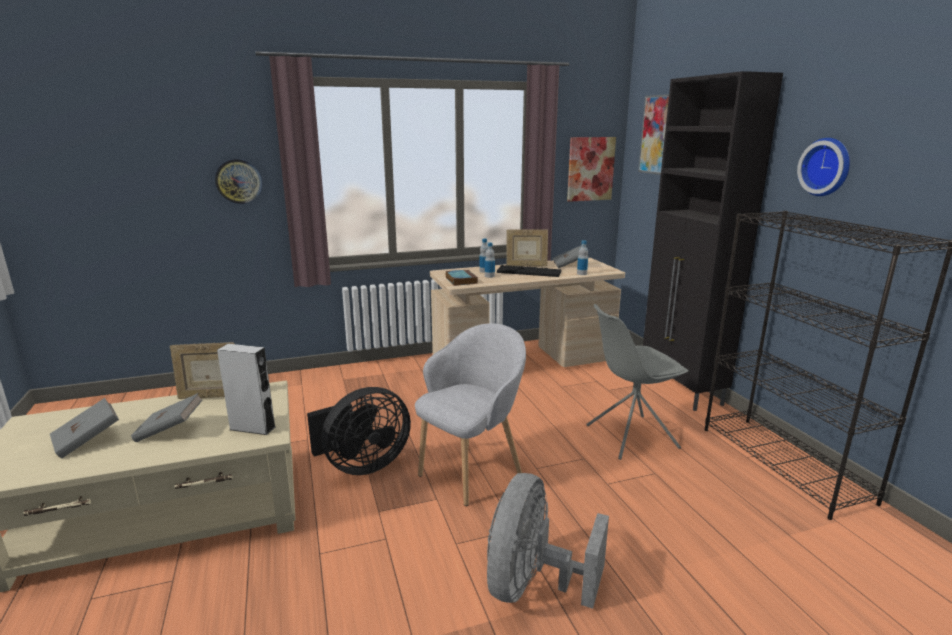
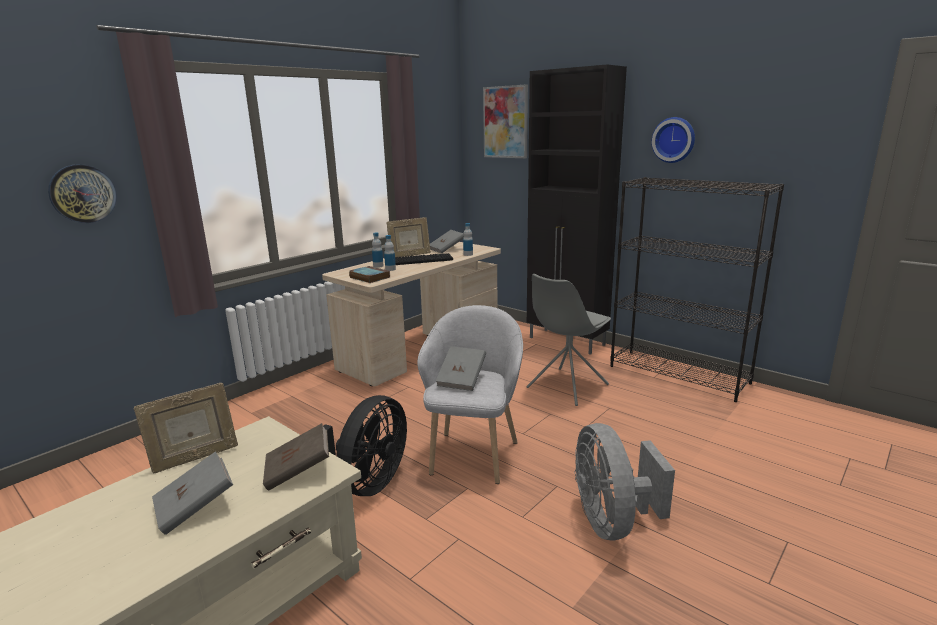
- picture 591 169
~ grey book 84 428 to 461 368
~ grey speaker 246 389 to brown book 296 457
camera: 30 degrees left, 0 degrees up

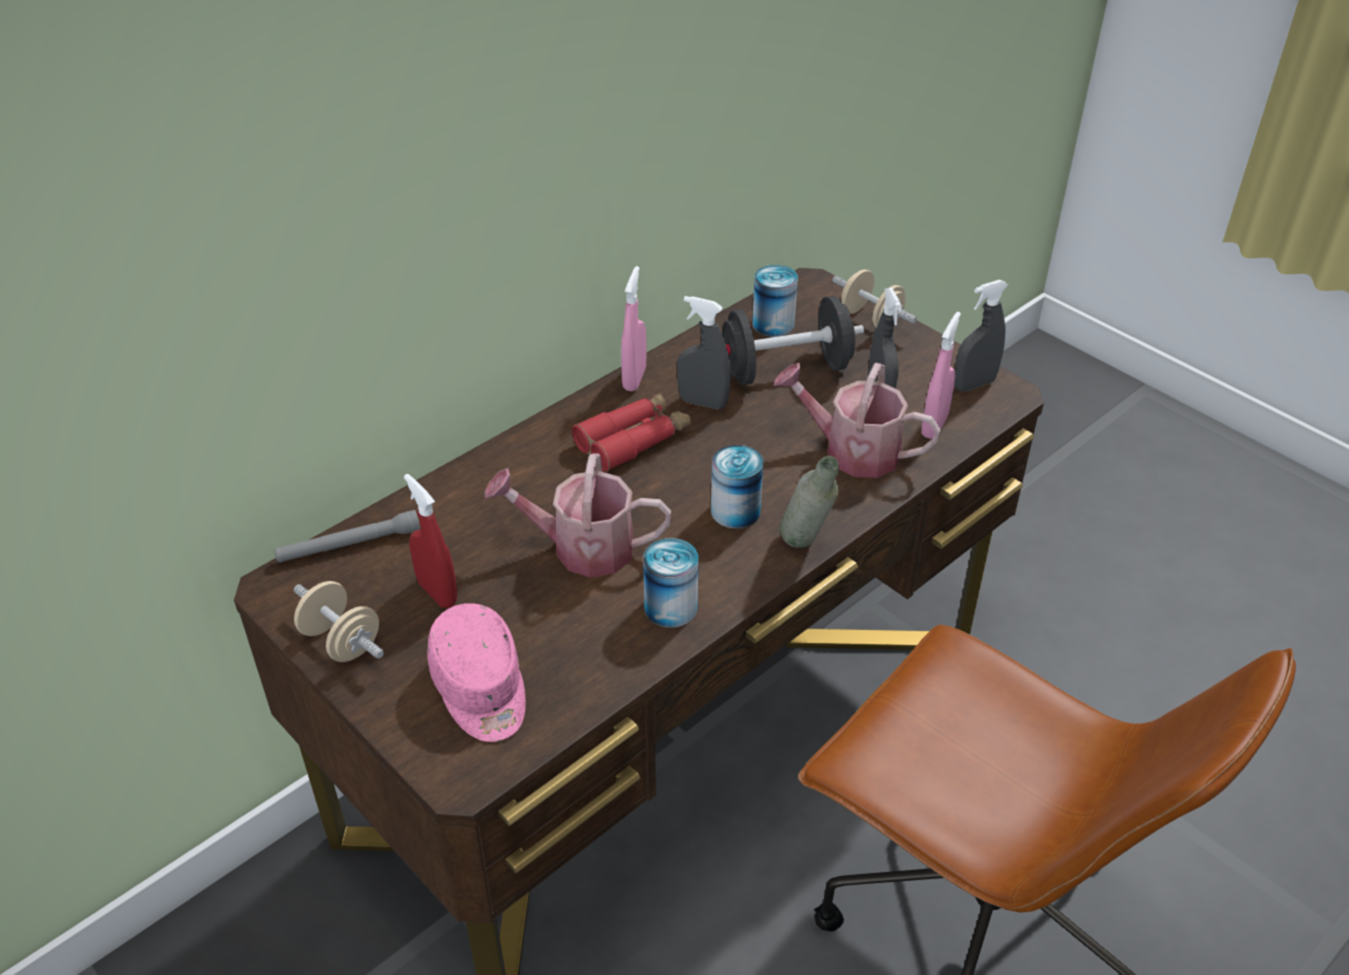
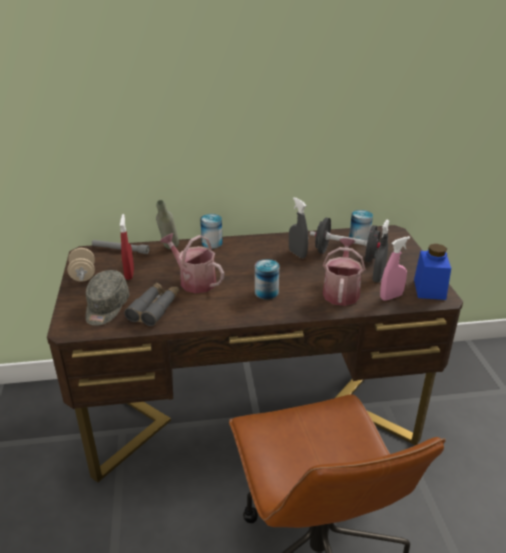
- red binoculars 631 432
- pink spray bottle 633 328
- beige dumbbell 875 299
+ grey binoculars 151 304
~ can 670 583 to 211 231
~ grey bottle 809 502 to 167 224
~ grey spray bottle 981 336 to blue jar 432 272
~ pink cap 477 672 to grey cap 107 298
~ watering can 857 420 = 344 272 45 degrees clockwise
camera: 35 degrees right, 10 degrees down

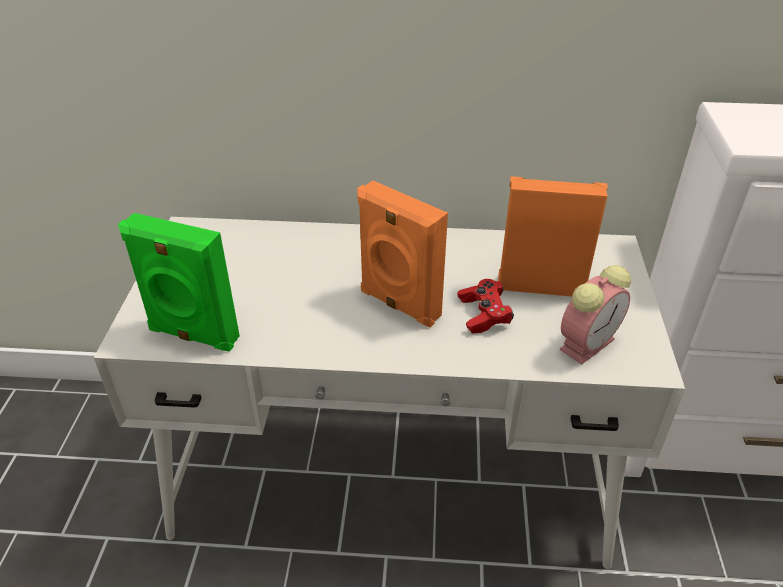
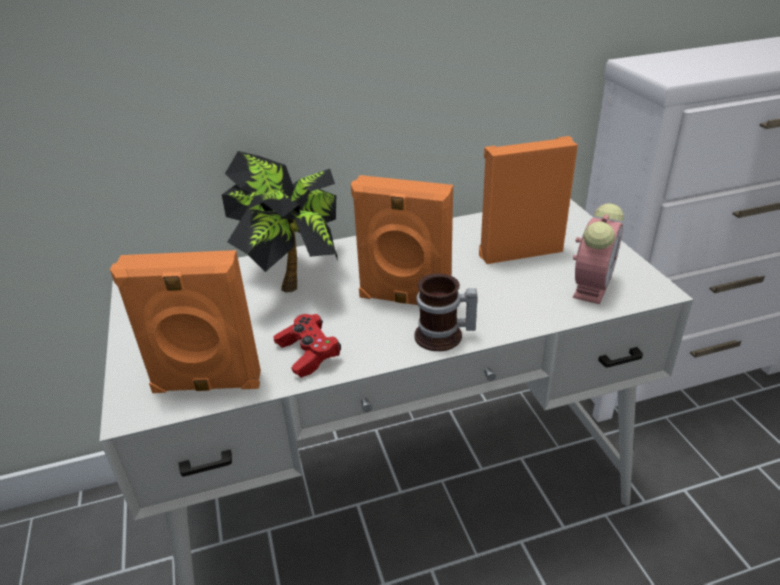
+ potted plant 280 221
+ mug 446 312
~ red game controller 485 306 to 307 346
~ green speaker 179 282 to orange speaker 185 321
camera: 20 degrees left, 5 degrees down

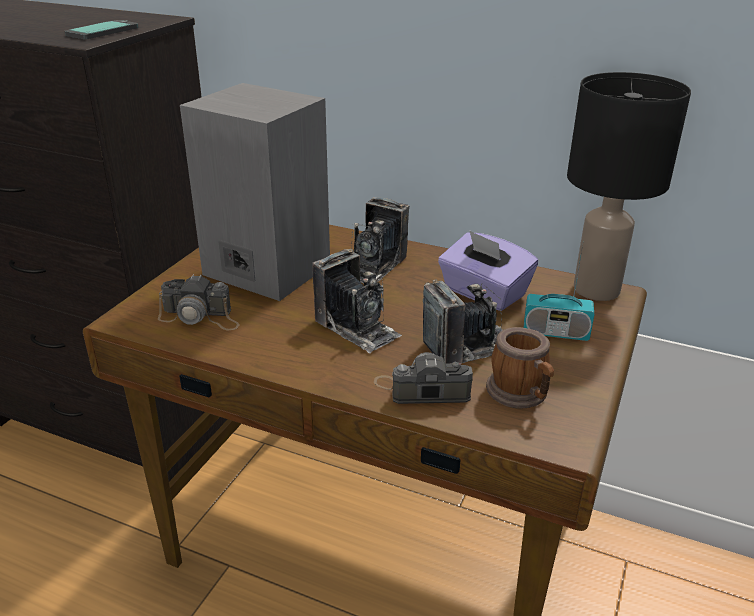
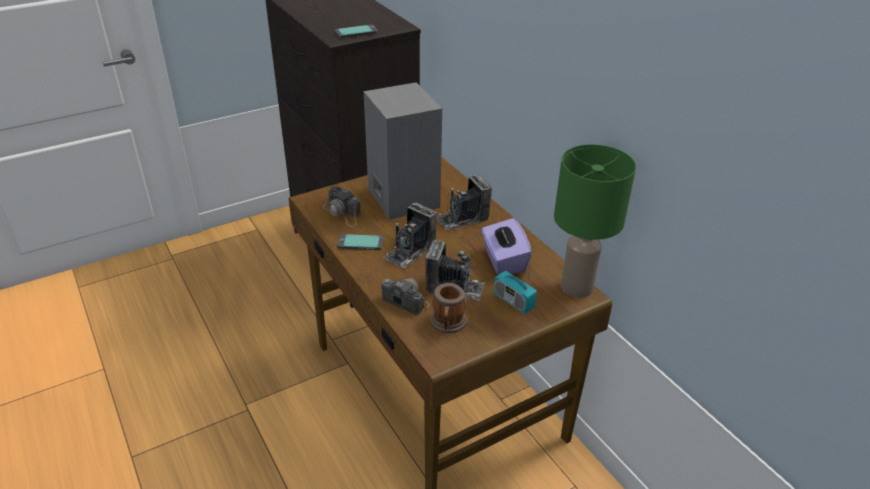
+ phone 360 242
~ black table lamp 629 186 to green table lamp 595 221
~ photo camera 357 301 = 410 235 45 degrees clockwise
camera: 35 degrees right, 5 degrees up

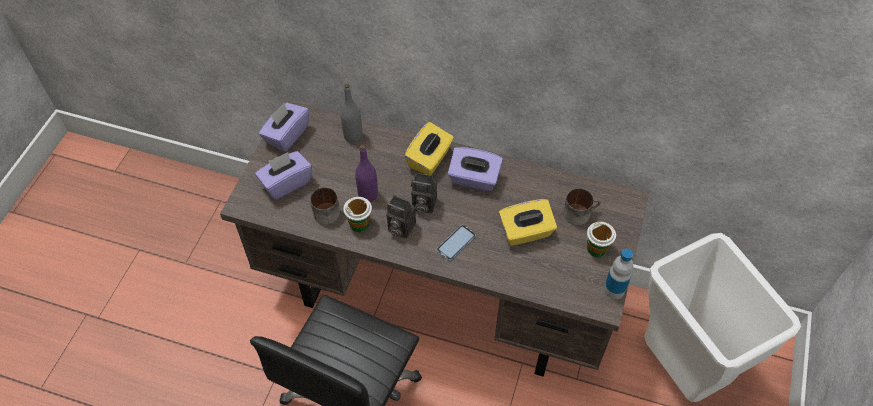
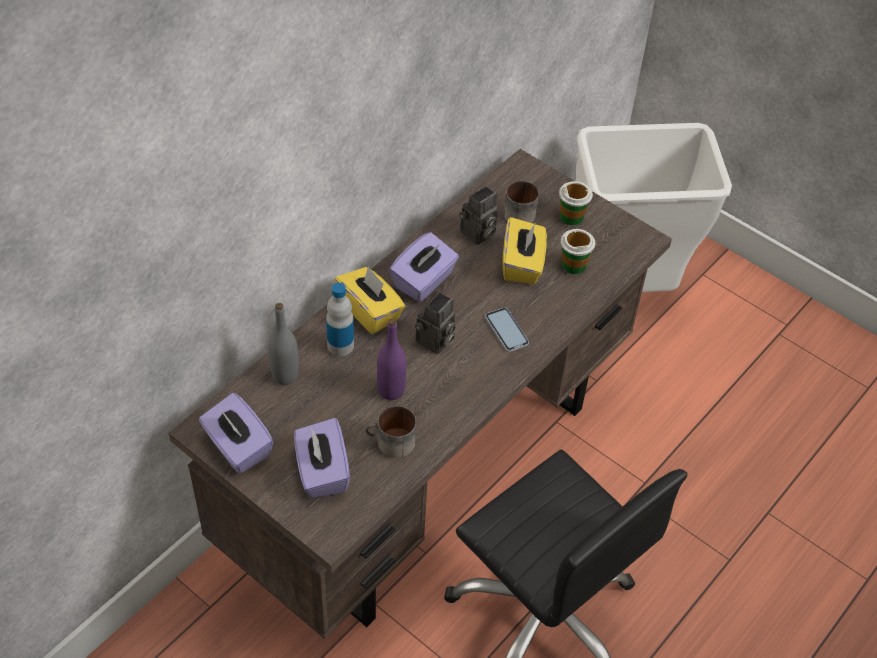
~ cup 357 214 to 578 251
~ photo camera 401 217 to 478 215
~ bottle 618 274 to 340 319
camera: 70 degrees left, 5 degrees down

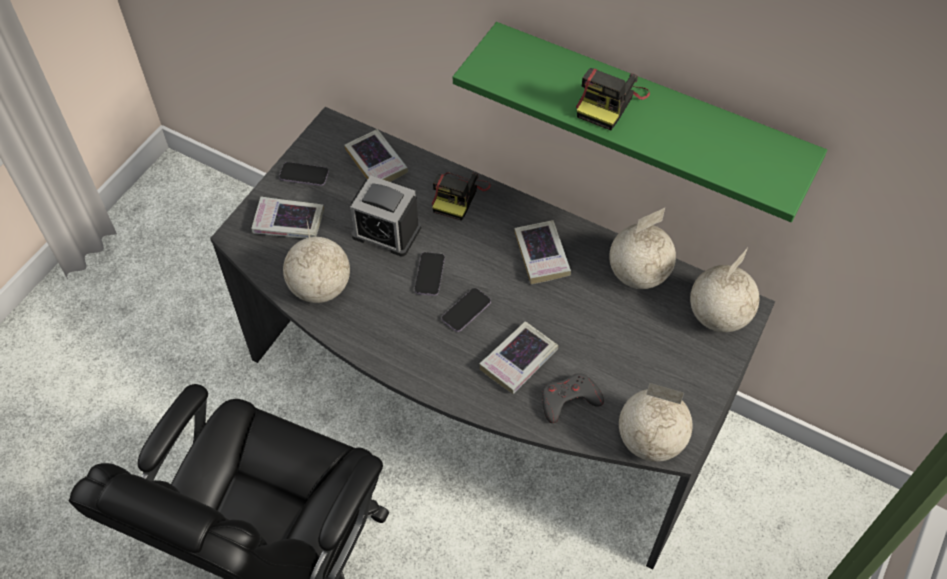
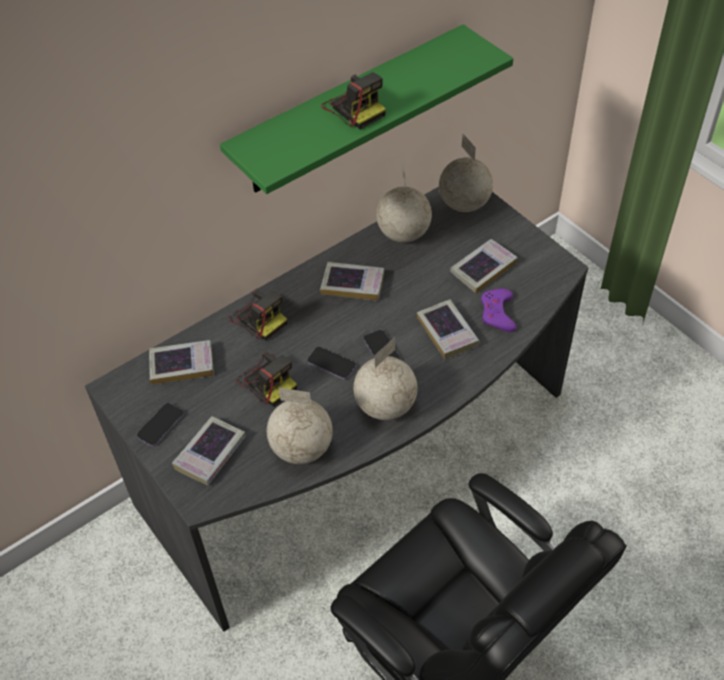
+ book 484 266
~ globe 655 422 to 386 378
~ alarm clock 385 216 to photo camera 266 378
~ grey game controller 573 398 to purple game controller 498 310
camera: 65 degrees left, 5 degrees down

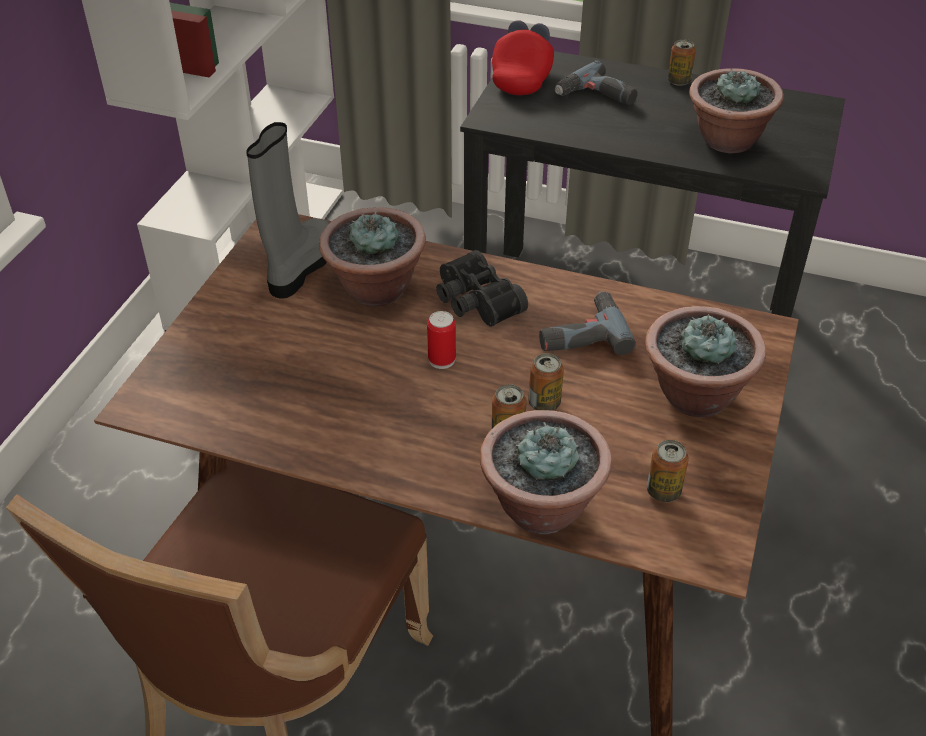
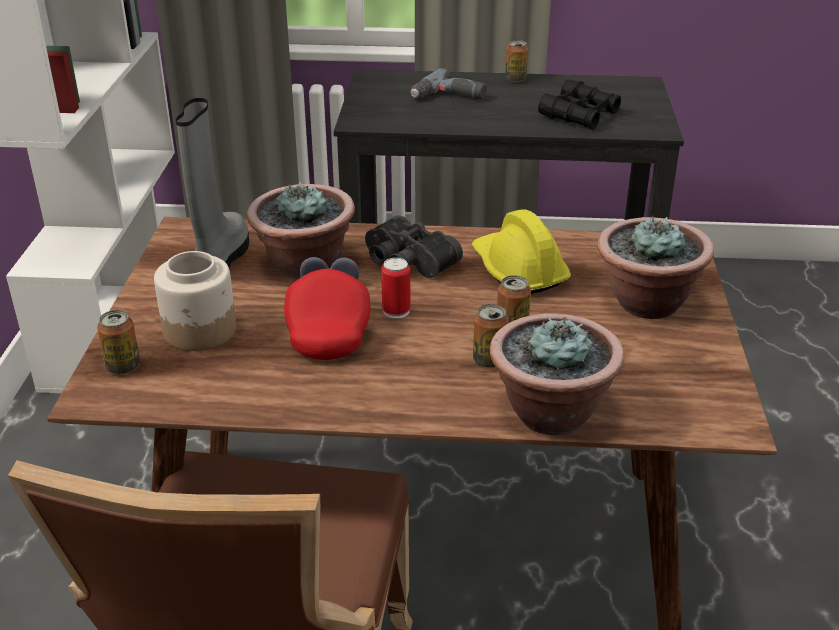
+ jar 195 301
~ red cap 523 57 to 327 308
~ can 668 471 to 118 342
~ power drill 587 323 to yellow hard hat 521 251
~ potted plant 736 110 to black binoculars 579 104
camera: 15 degrees left, 10 degrees down

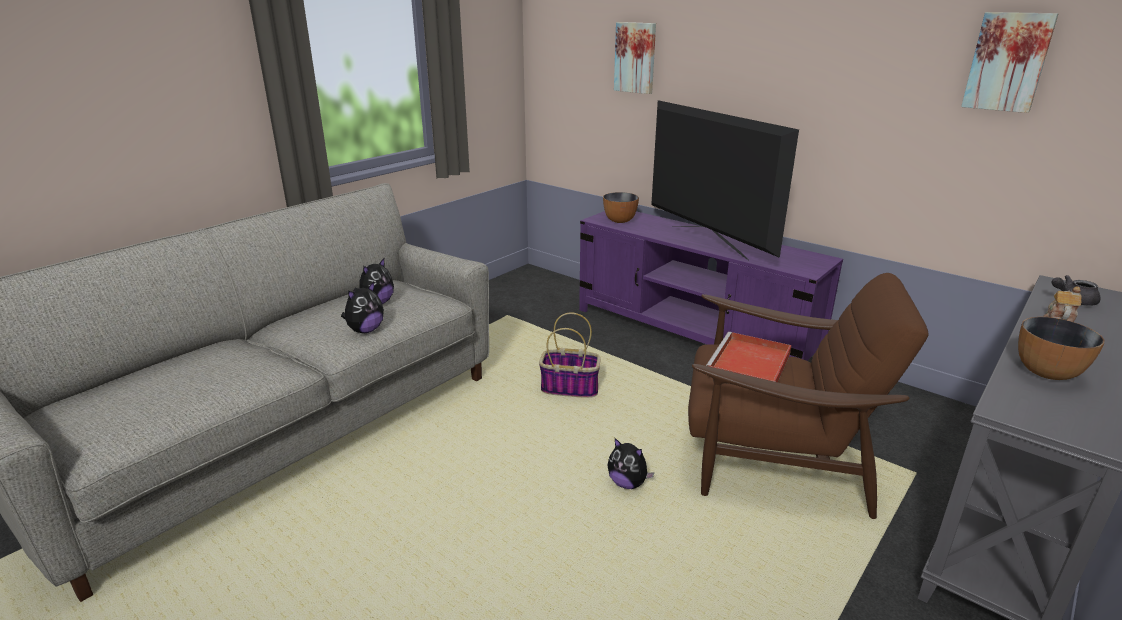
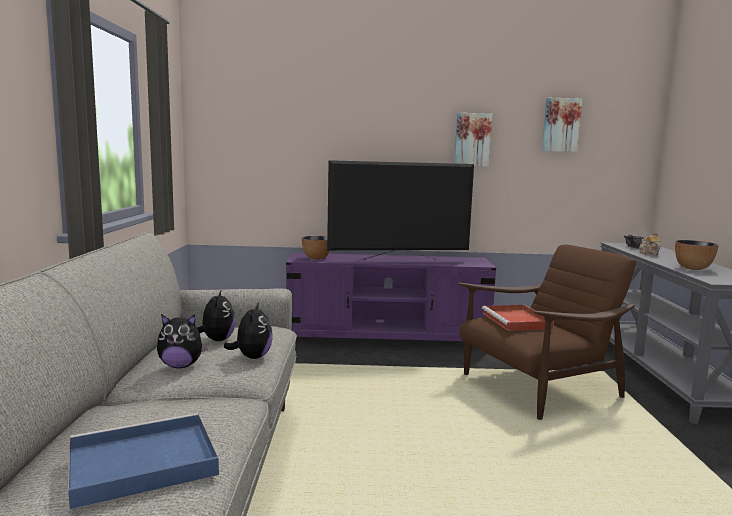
- basket 569 355
+ blue tray 143 461
~ plush toy 631 463 to 182 341
~ picture 635 58 to 473 140
~ television 725 180 = 400 211 150 degrees clockwise
camera: 40 degrees left, 15 degrees down

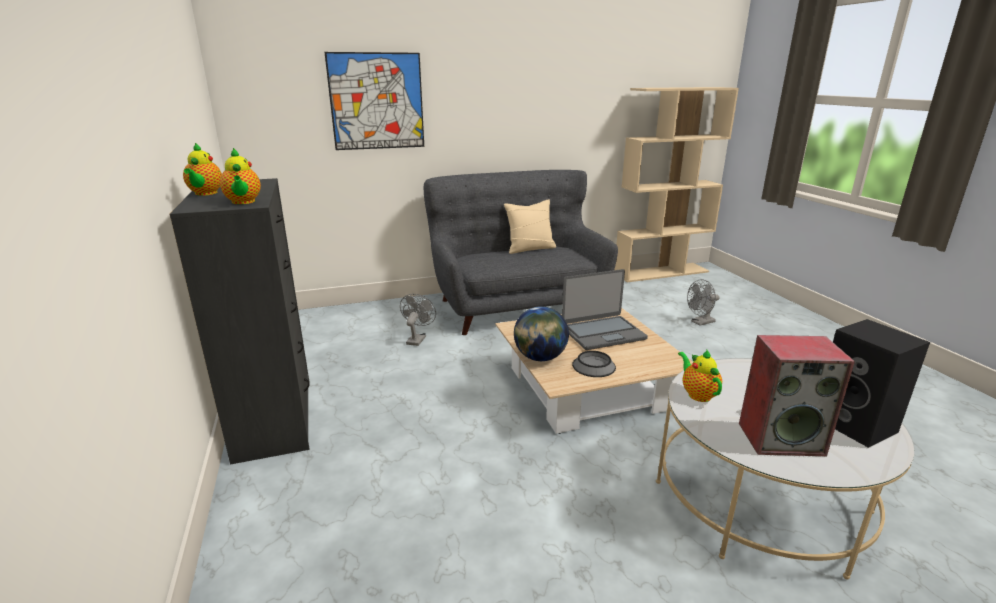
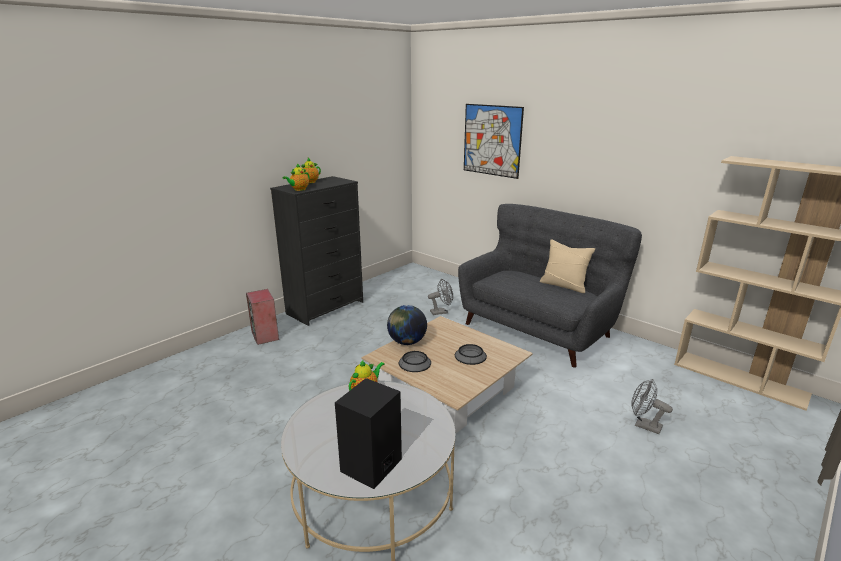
~ speaker 797 395 to 262 317
~ laptop 605 309 to bowl 471 354
camera: 60 degrees right, 0 degrees up

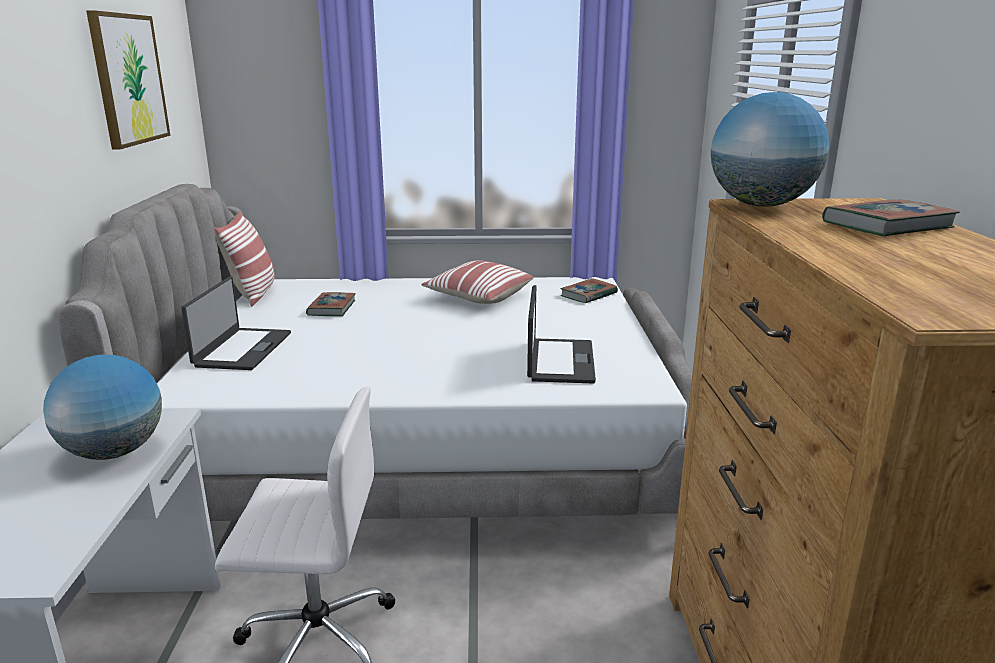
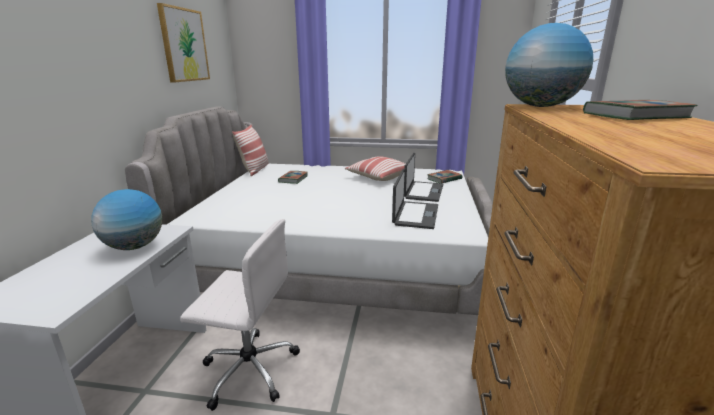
~ laptop 236 323 to 423 177
camera: 10 degrees right, 0 degrees up

